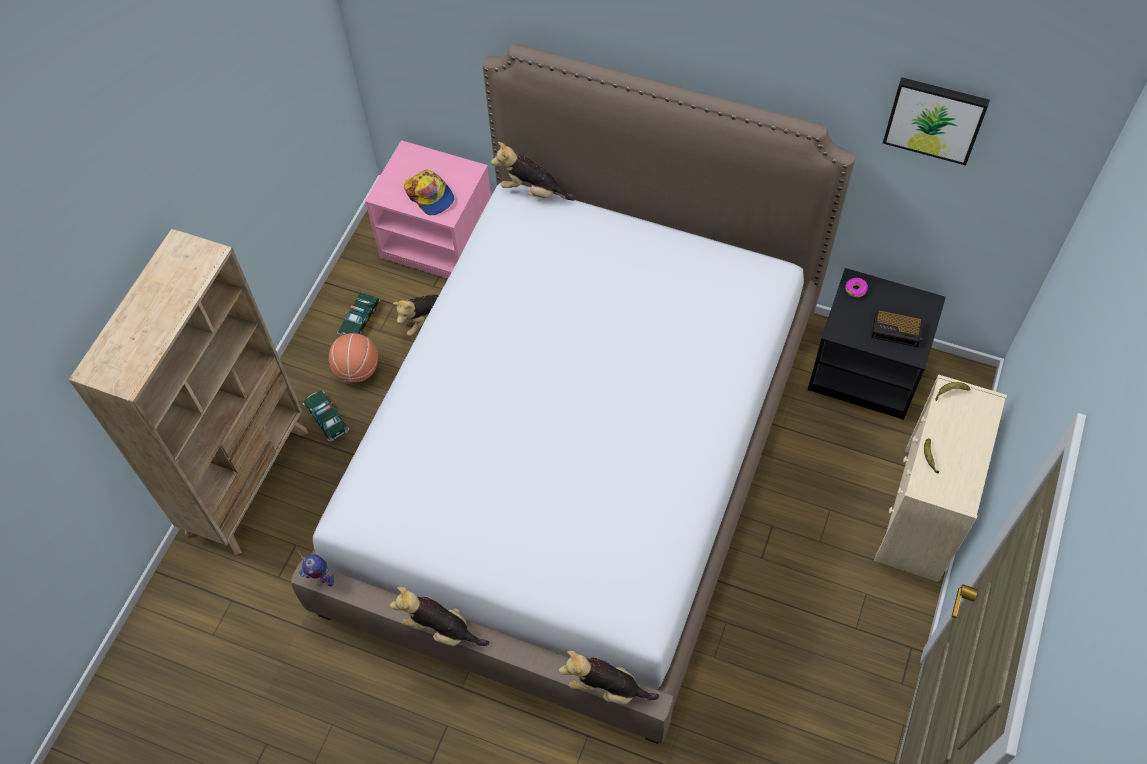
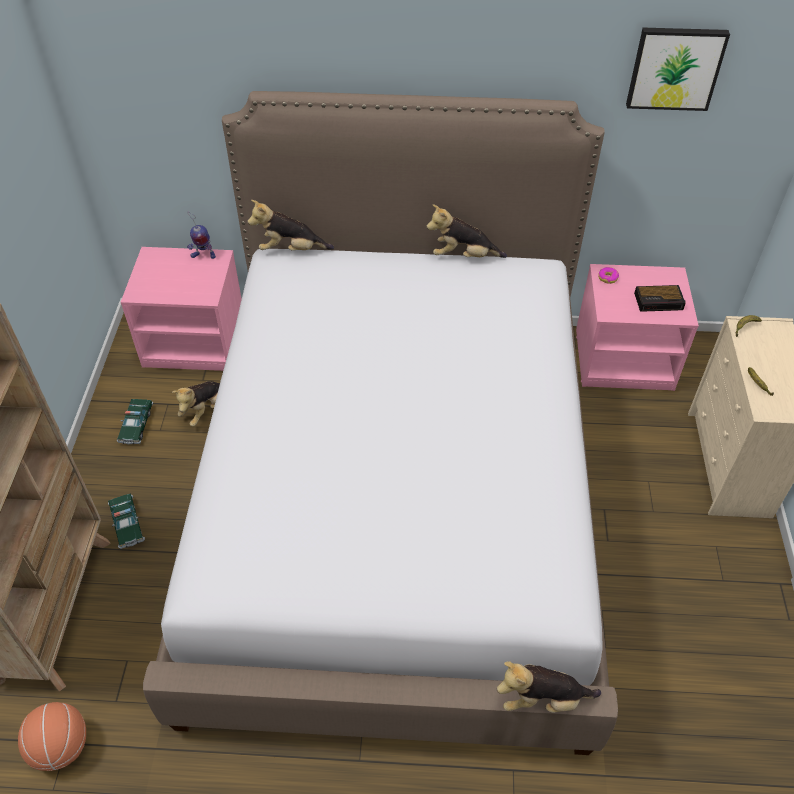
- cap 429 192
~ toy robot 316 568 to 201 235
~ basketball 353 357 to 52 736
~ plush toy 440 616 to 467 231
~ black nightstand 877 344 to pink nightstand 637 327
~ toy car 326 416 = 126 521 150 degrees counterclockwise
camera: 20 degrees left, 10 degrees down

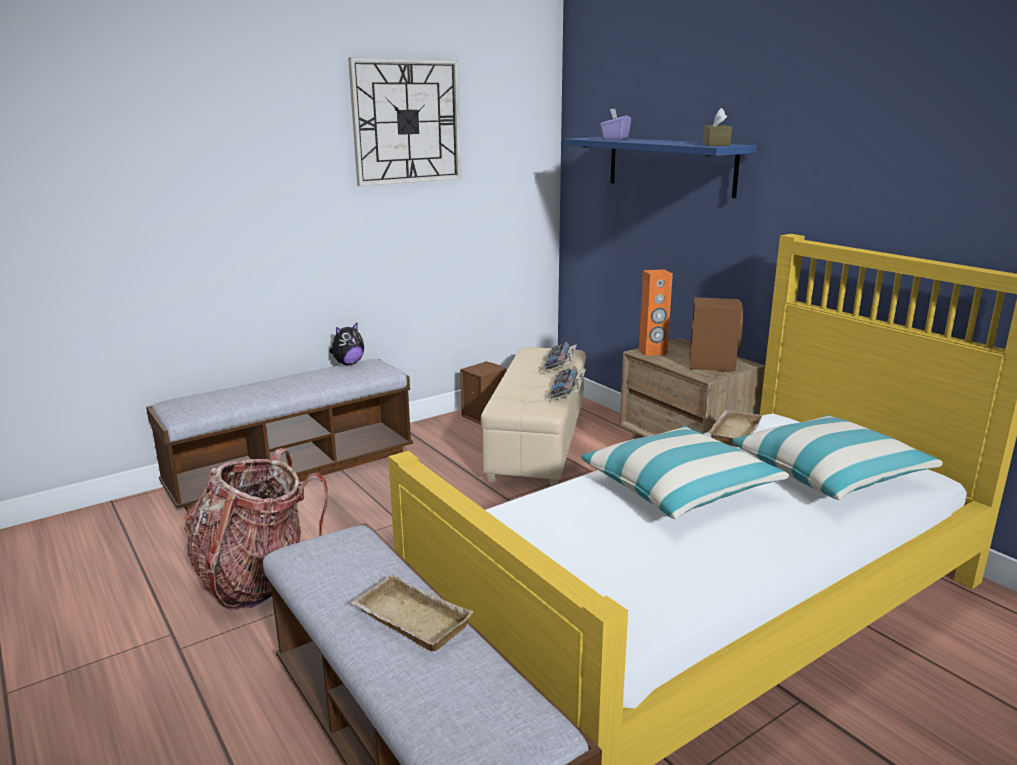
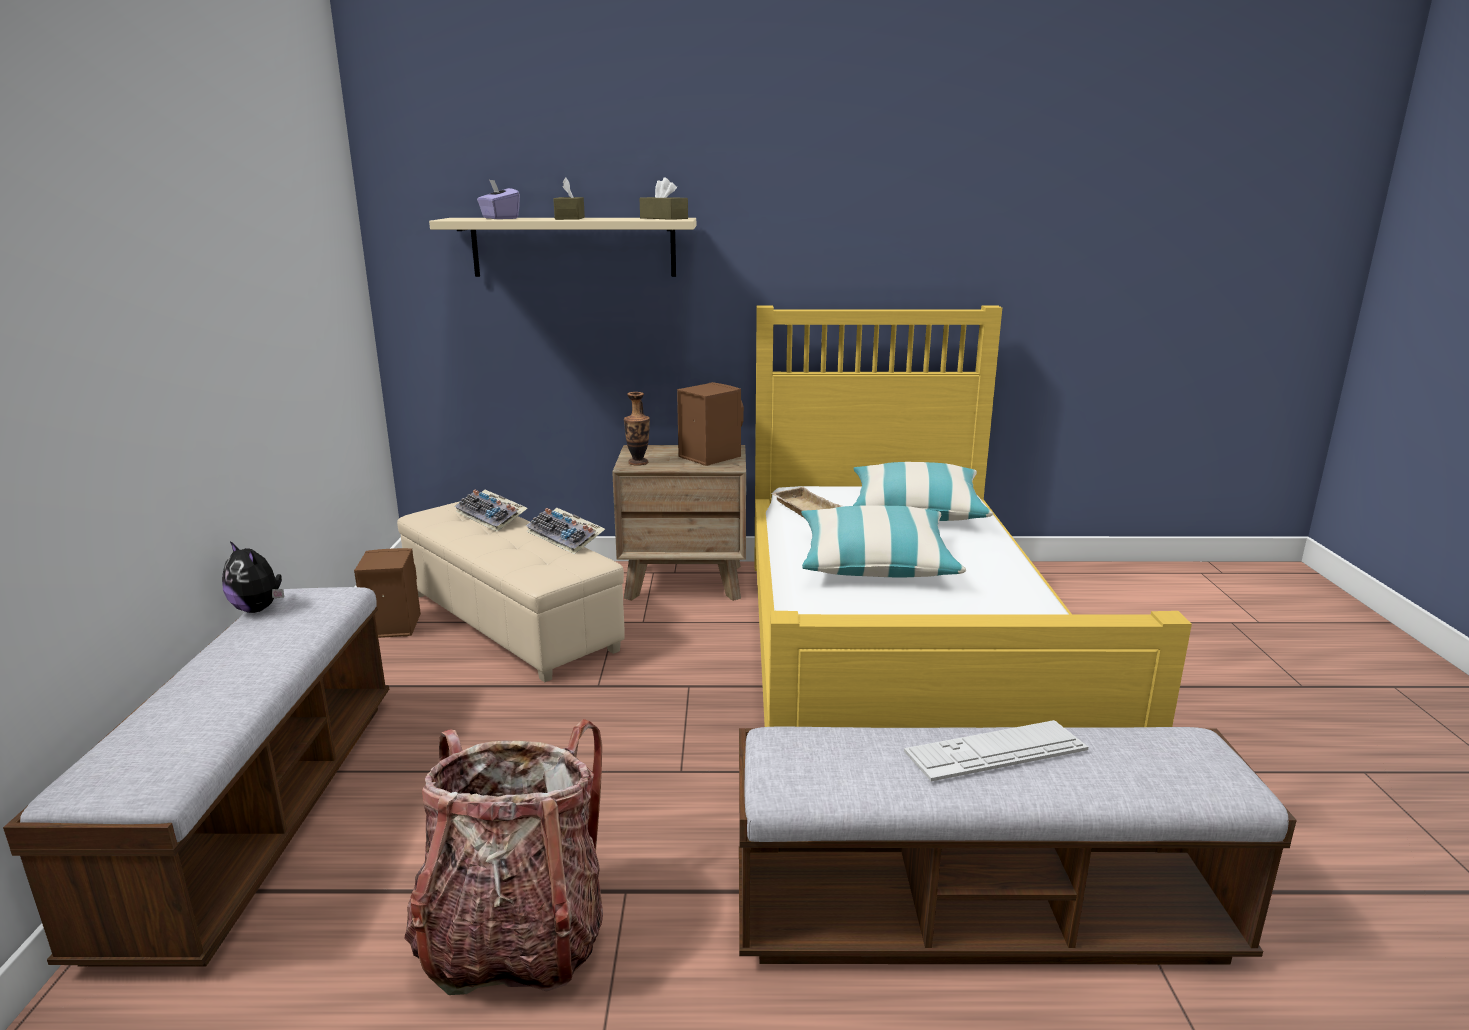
- wall clock 404 121
+ brown tissue box 569 199
~ beige tray 412 612 to keyboard 996 750
~ orange speaker 656 312 to vase 637 429
~ blue shelf 661 167 to beige shelf 562 247
~ plush toy 347 343 = 253 577 135 degrees clockwise
camera: 55 degrees left, 0 degrees up

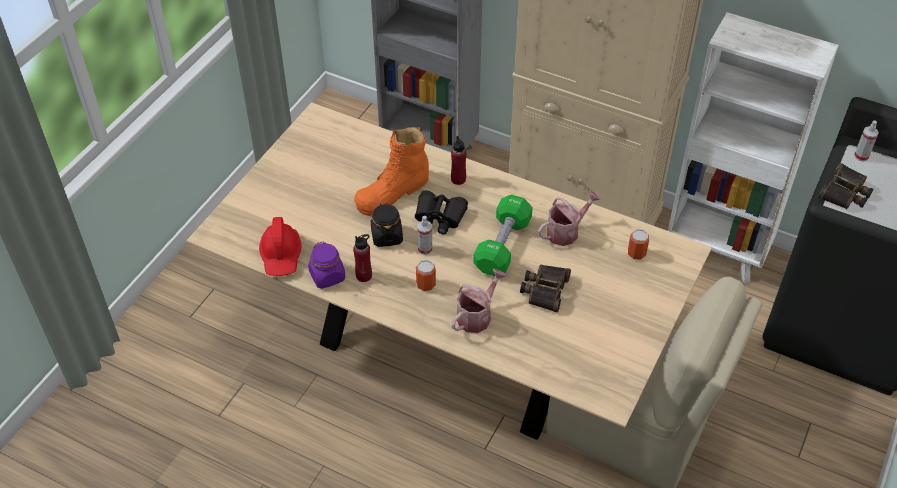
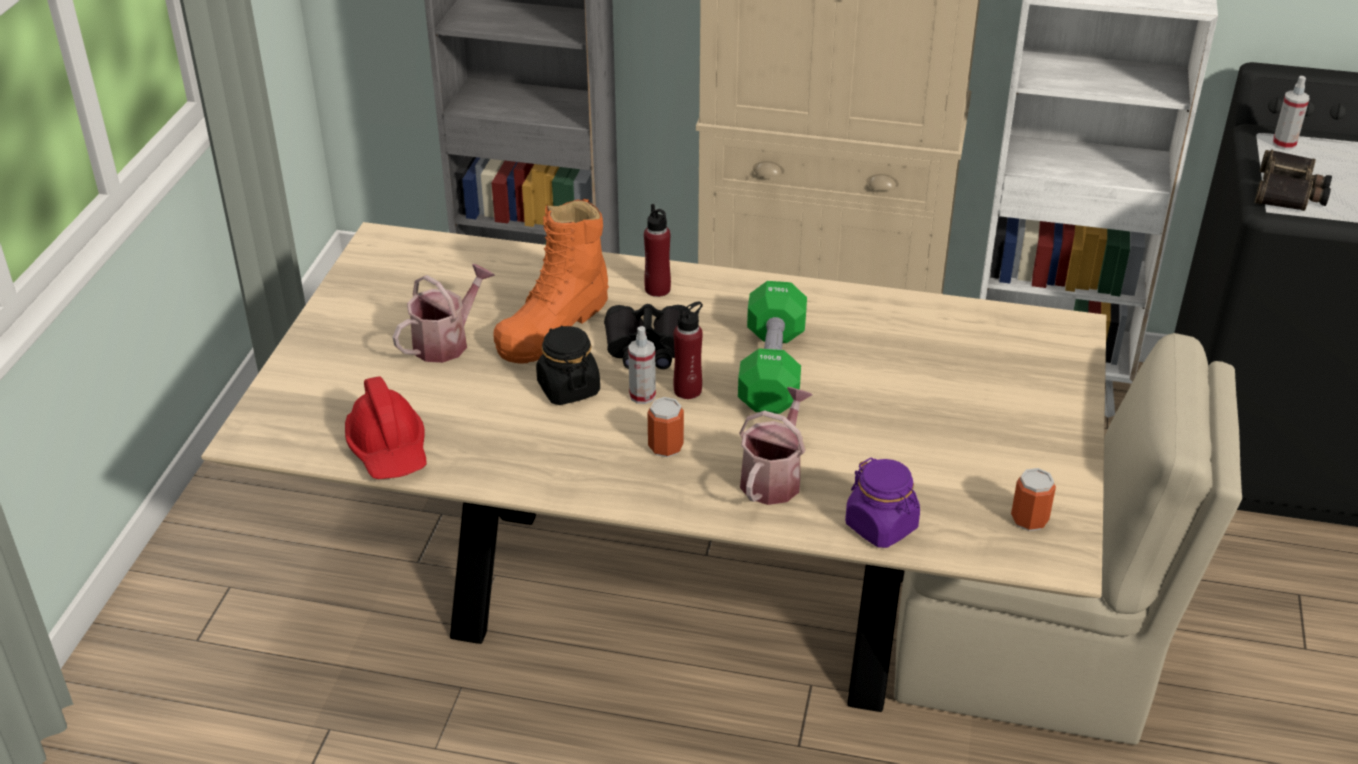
- binoculars 545 288
~ purple jar 326 265 to 882 502
~ red bottle 362 258 to 688 350
~ watering can 569 218 to 443 313
~ can 638 244 to 1033 499
camera: 15 degrees left, 10 degrees down

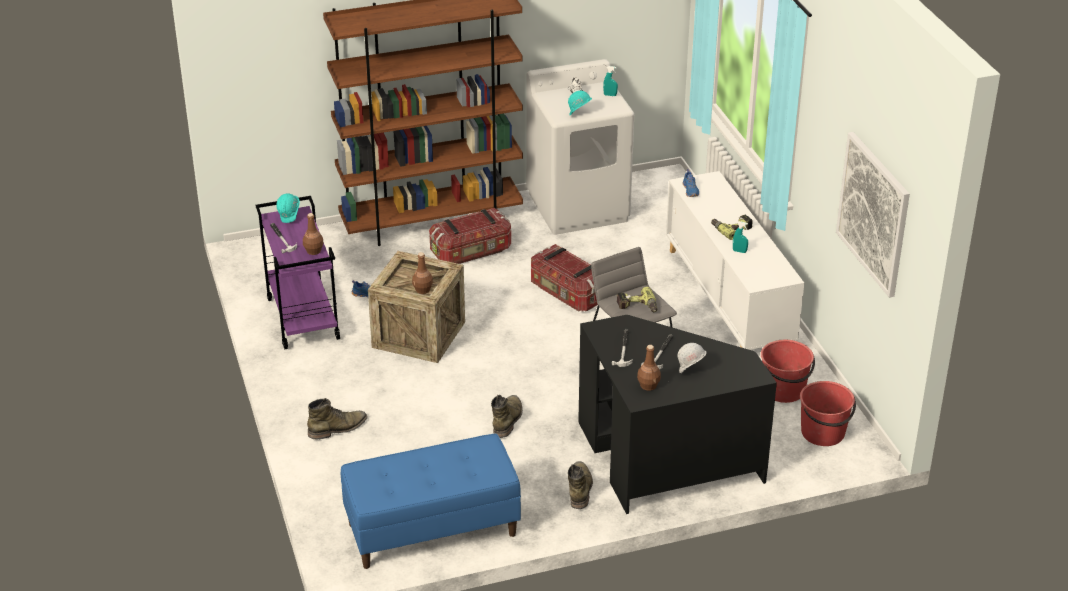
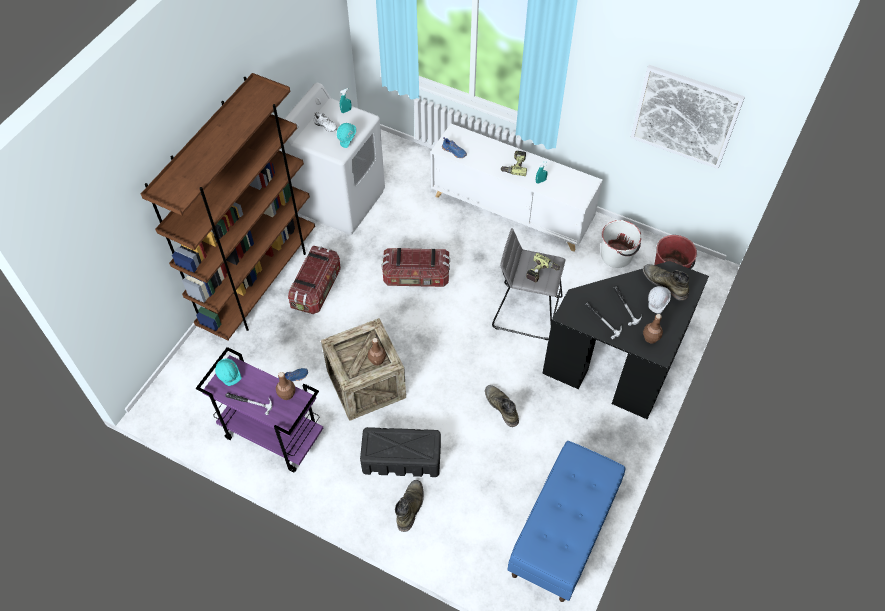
+ black storage box 400 452
~ green boot 580 485 to 666 282
~ red bucket 788 371 to white bucket 621 244
camera: 45 degrees left, 20 degrees up

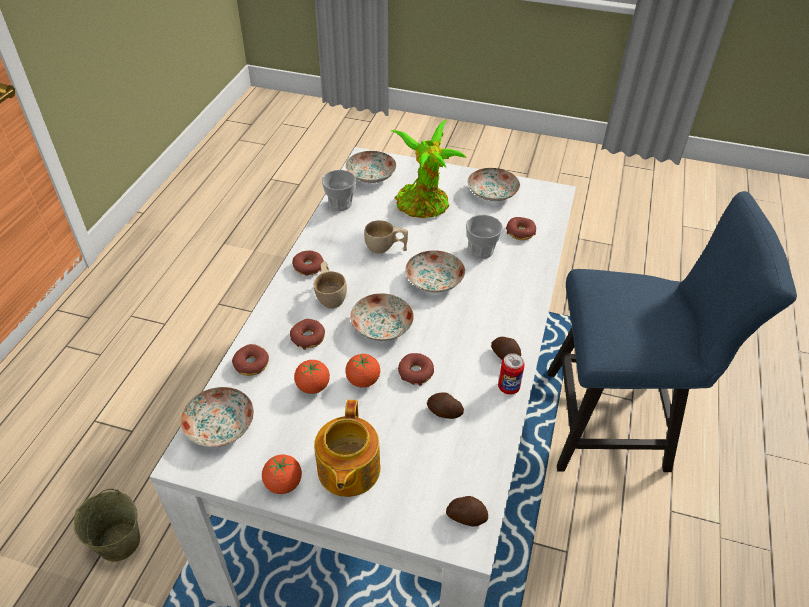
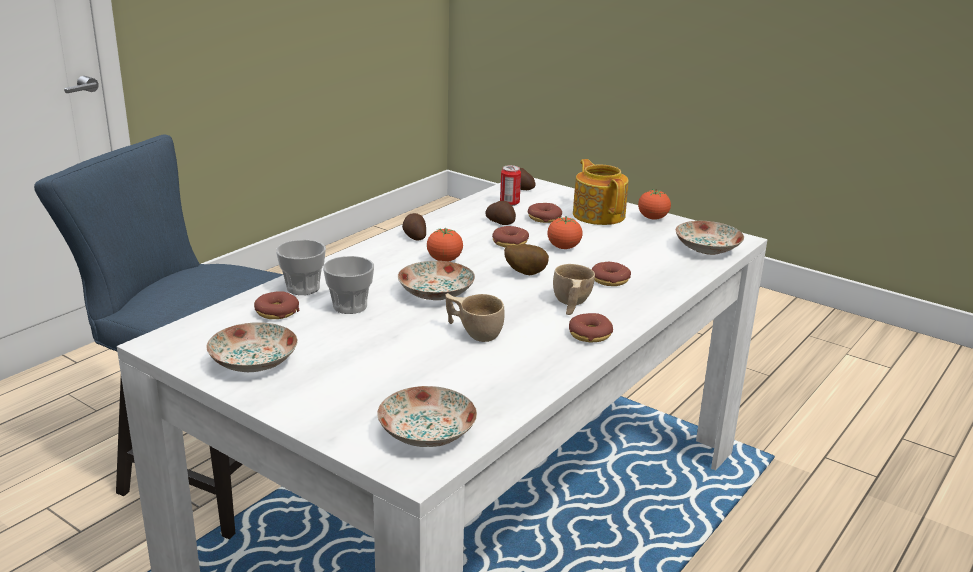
- beige bucket 107 525
- potted plant 429 169
~ donut 250 360 to 545 213
~ tomato 312 377 to 445 244
~ cup 339 190 to 301 267
~ can 511 374 to 510 185
~ plate 382 317 to potato 526 259
~ teapot 347 448 = 601 192 45 degrees counterclockwise
camera: 160 degrees left, 20 degrees down

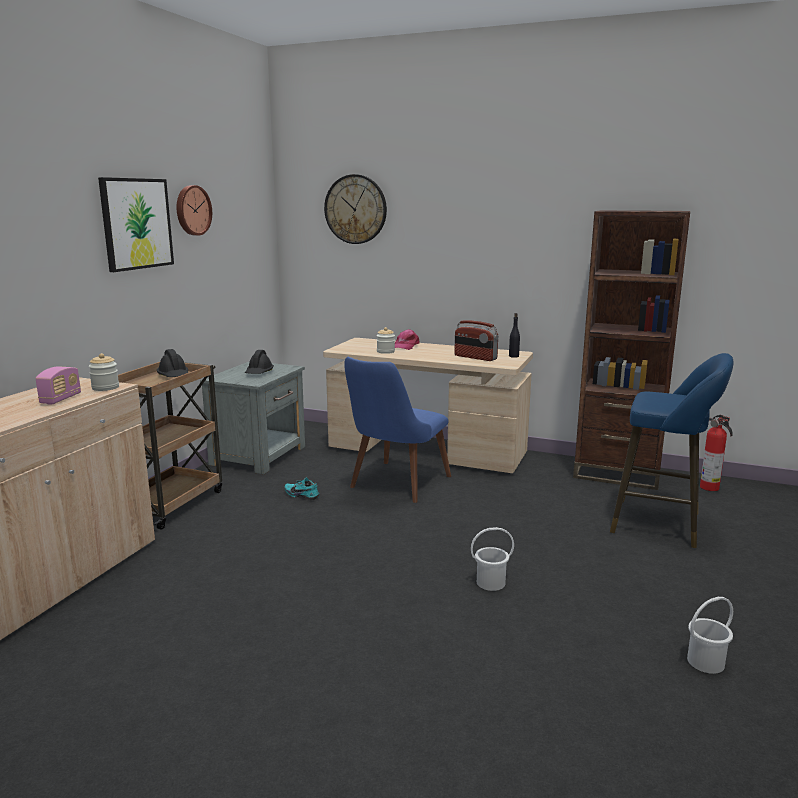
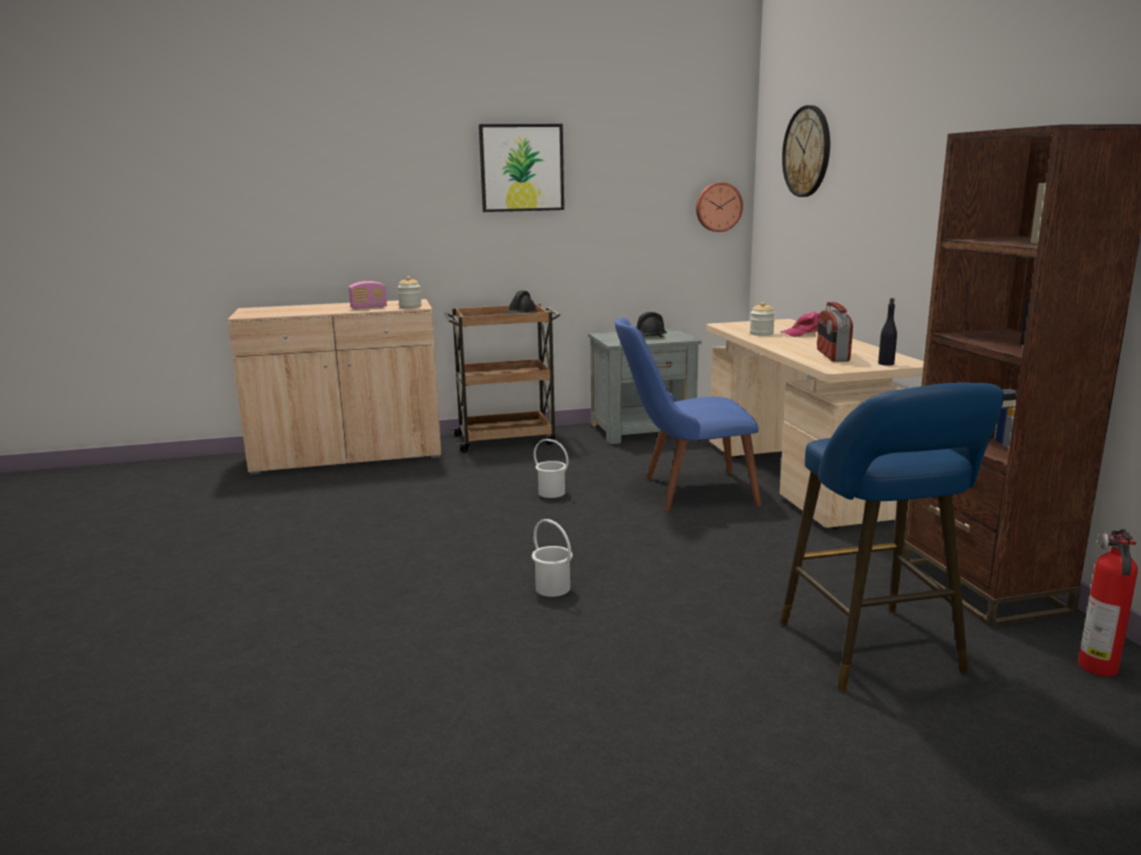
- turquoise shoe 301 489
~ wall clock 194 210 to 719 207
~ white bucket 710 635 to 551 468
camera: 55 degrees right, 0 degrees up

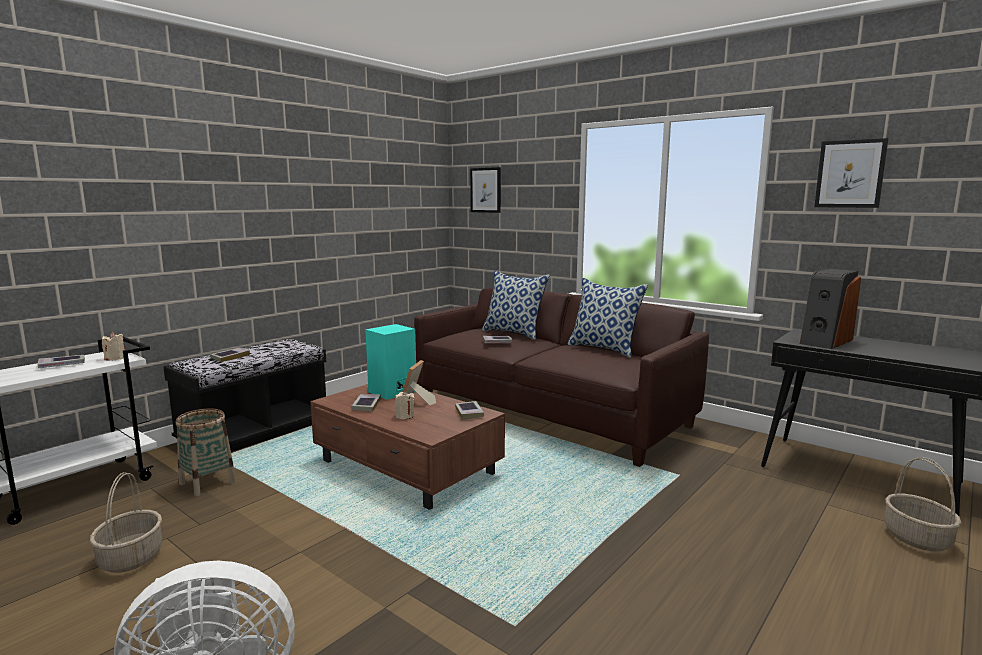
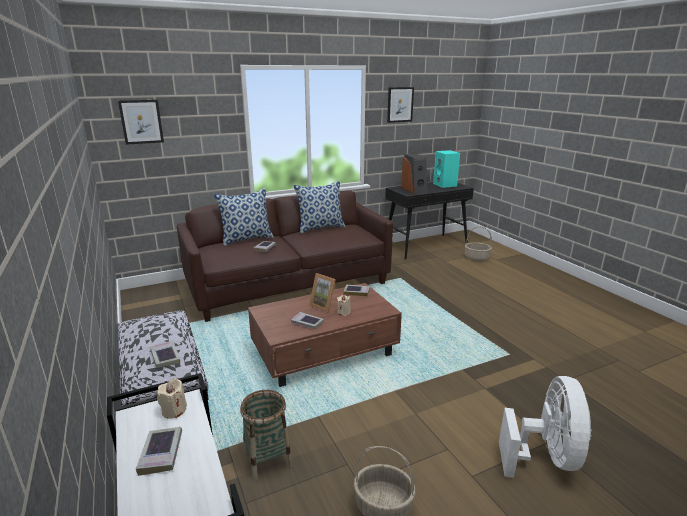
~ turquoise speaker 390 362 to 446 169
camera: 65 degrees left, 10 degrees up

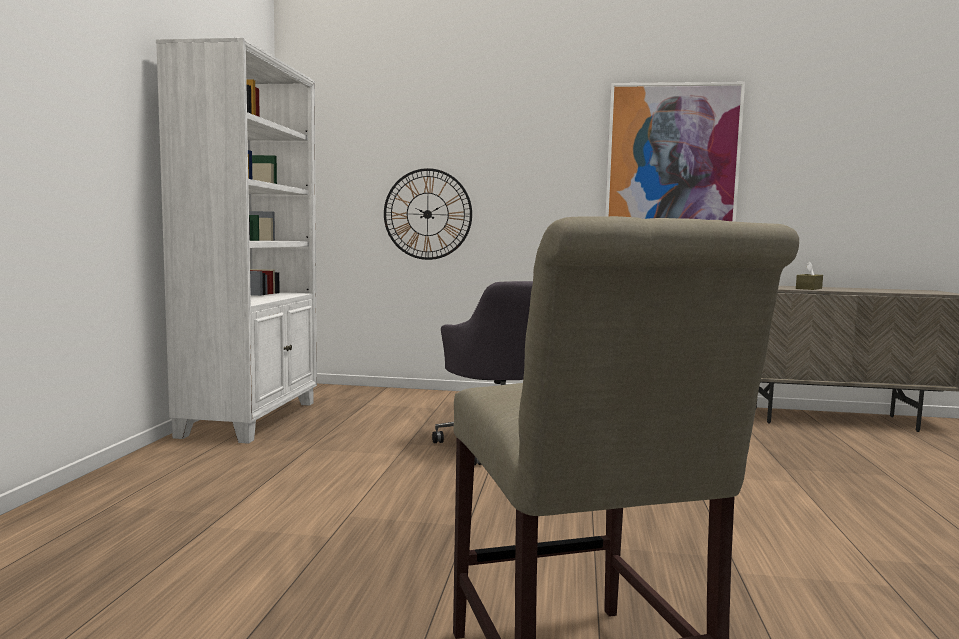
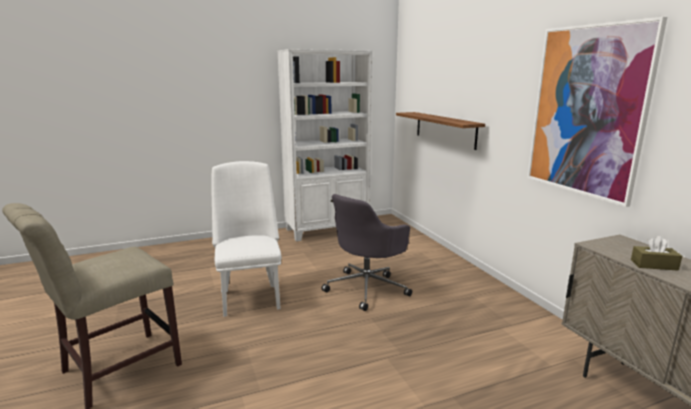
+ white chair 246 239
~ wall clock 428 214 to shelf 440 131
camera: 60 degrees right, 10 degrees up

